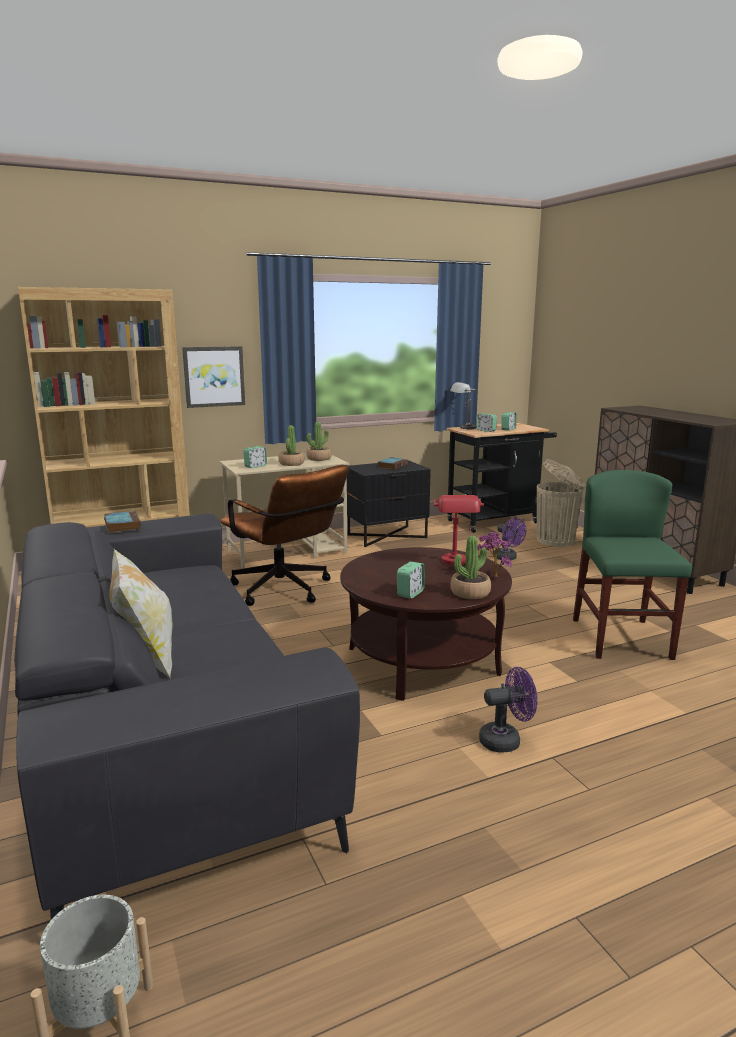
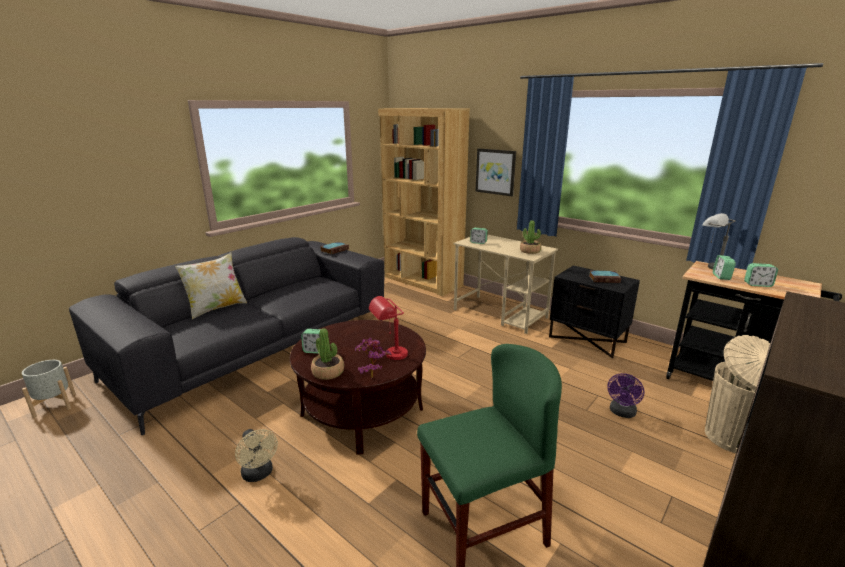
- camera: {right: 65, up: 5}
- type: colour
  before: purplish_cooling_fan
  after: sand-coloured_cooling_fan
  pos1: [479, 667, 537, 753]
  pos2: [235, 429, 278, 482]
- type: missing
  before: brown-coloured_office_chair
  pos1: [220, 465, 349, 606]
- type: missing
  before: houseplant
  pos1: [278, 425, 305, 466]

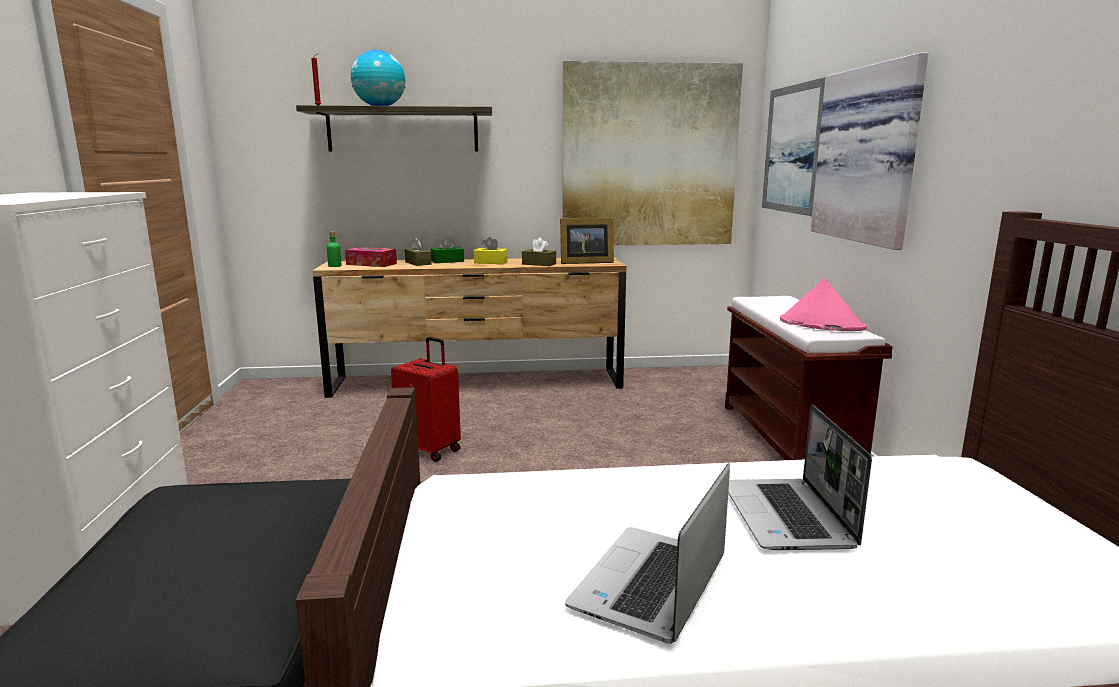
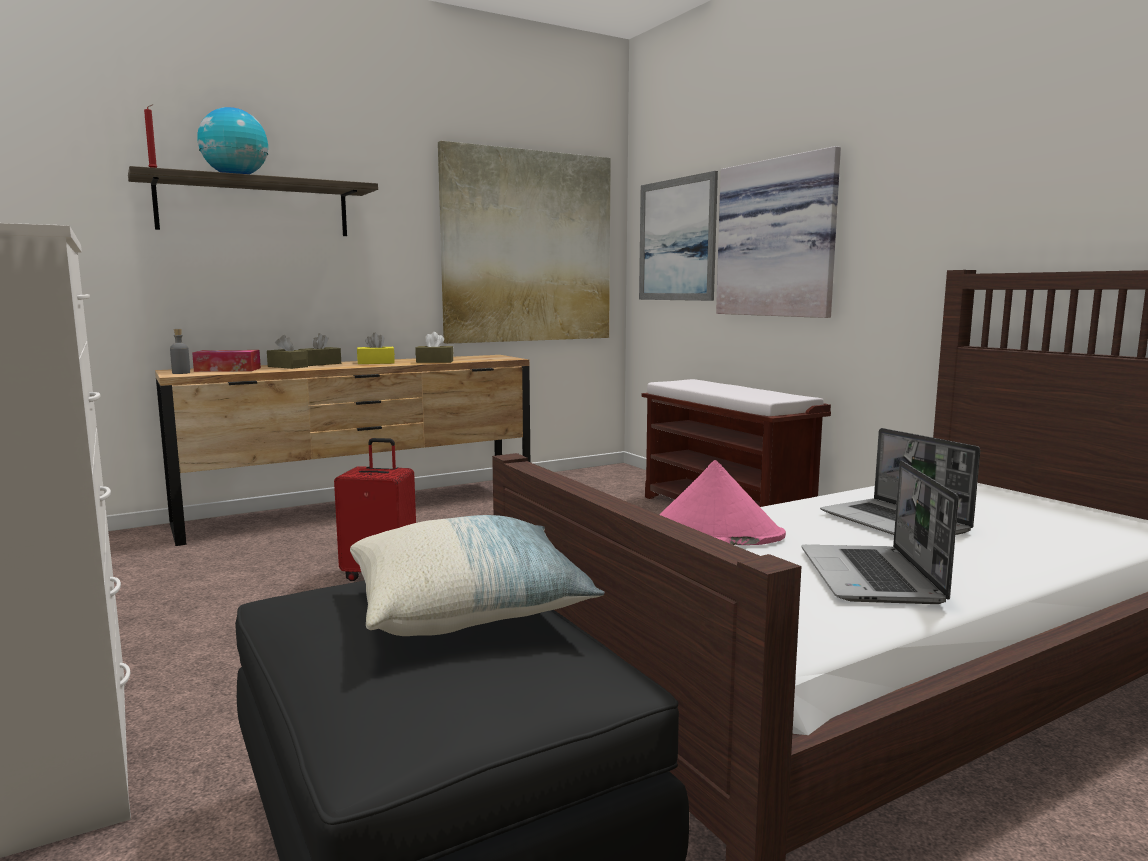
- camera: {right: -25, up: -5}
- type: colour
  before: green-coloured_bottle
  after: grey_bottle
  pos1: [327, 232, 342, 267]
  pos2: [170, 329, 190, 374]
- type: colour
  before: green-coloured_tissue_box
  after: brown-coloured_tissue_box
  pos1: [431, 236, 464, 263]
  pos2: [298, 333, 341, 366]
- type: appeared
  after: pillow
  pos2: [350, 515, 605, 636]
- type: relocated
  before: pink_clothing_hat
  pos1: [780, 278, 867, 331]
  pos2: [660, 460, 786, 545]
- type: missing
  before: standing_frame
  pos1: [560, 218, 614, 264]

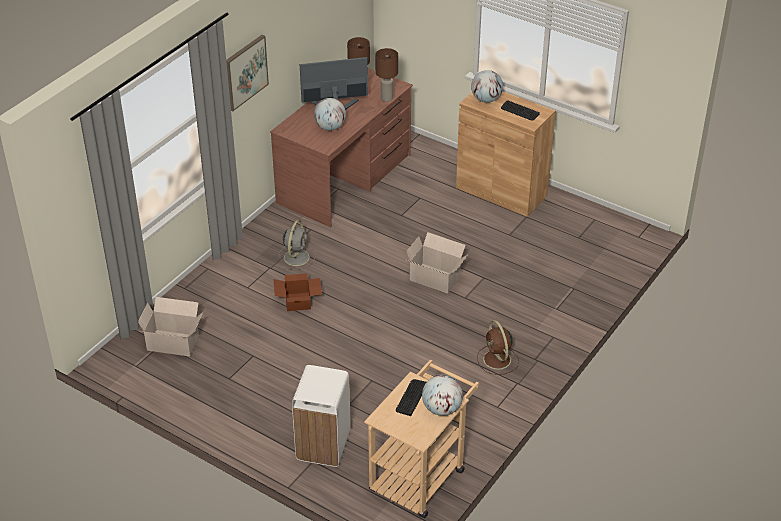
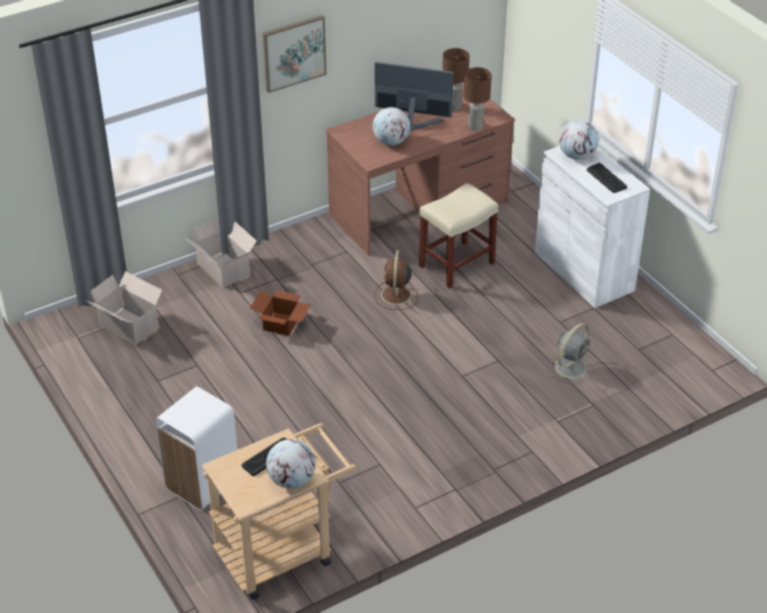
- camera: {right: 25, up: 0}
- type: relocated
  before: carton
  pos1: [406, 232, 467, 294]
  pos2: [186, 218, 257, 288]
- type: relocated
  before: brown-coloured_cooling_fan
  pos1: [477, 320, 519, 375]
  pos2: [375, 251, 418, 310]
- type: appeared
  after: sand-coloured_stool_seat
  pos2: [419, 183, 498, 289]
- type: colour
  before: brown-coloured_cupboard
  after: white-coloured_cupboard
  pos1: [456, 91, 556, 217]
  pos2: [535, 146, 650, 308]
- type: relocated
  before: grey_cooling_fan
  pos1: [279, 220, 315, 270]
  pos2: [550, 323, 595, 384]

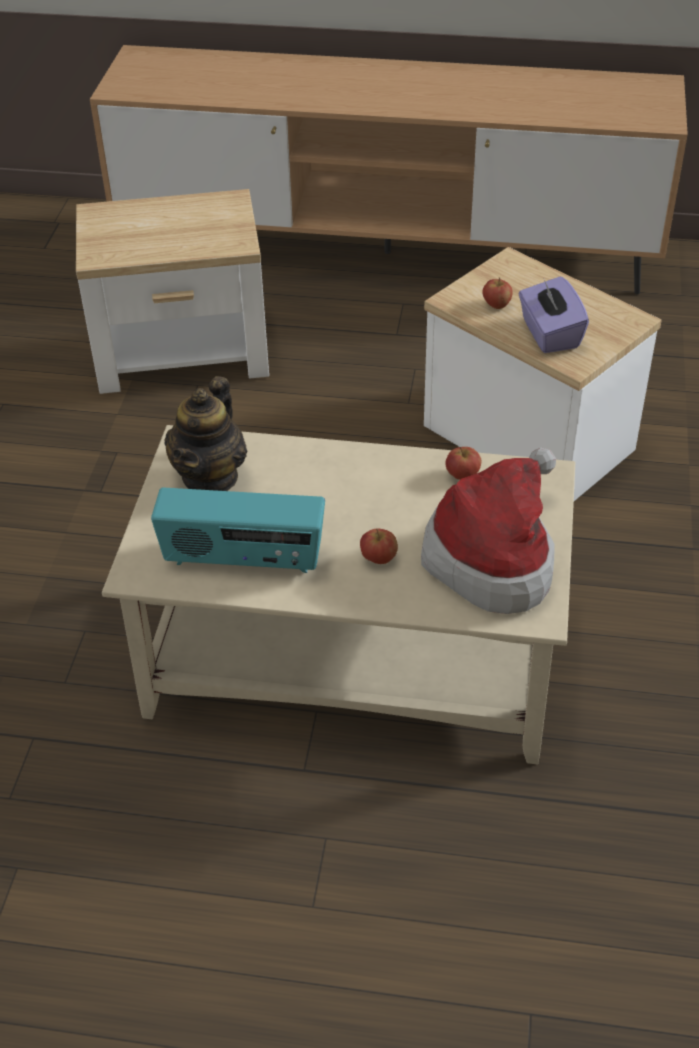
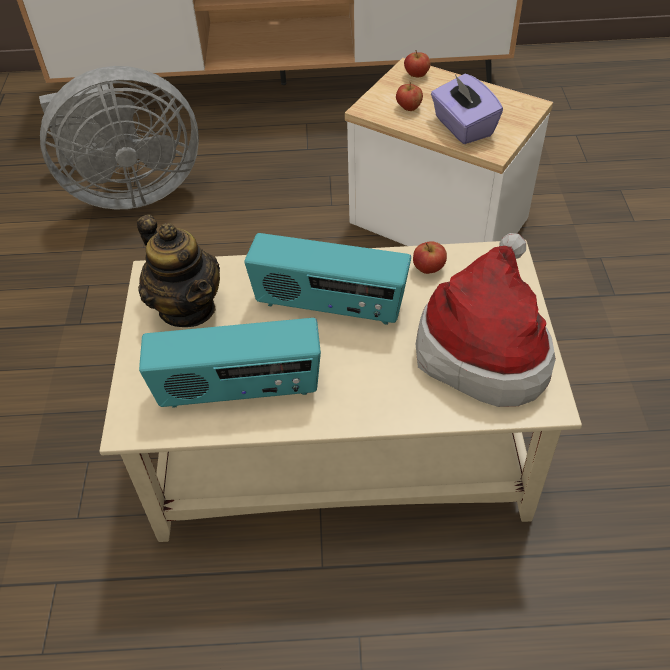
- camera: {right: -10, up: 5}
- type: exchanged
  before: accent_table
  after: grey_cooling_fan
  pos1: [76, 189, 269, 394]
  pos2: [39, 66, 199, 210]
- type: spun
  before: teapot
  pos1: [164, 376, 247, 491]
  pos2: [137, 214, 220, 327]
  turn: -45
- type: appeared
  after: radio_receiver
  pos2: [245, 233, 411, 325]
- type: relocated
  before: apple_fruit
  pos1: [360, 529, 398, 564]
  pos2: [404, 51, 431, 77]

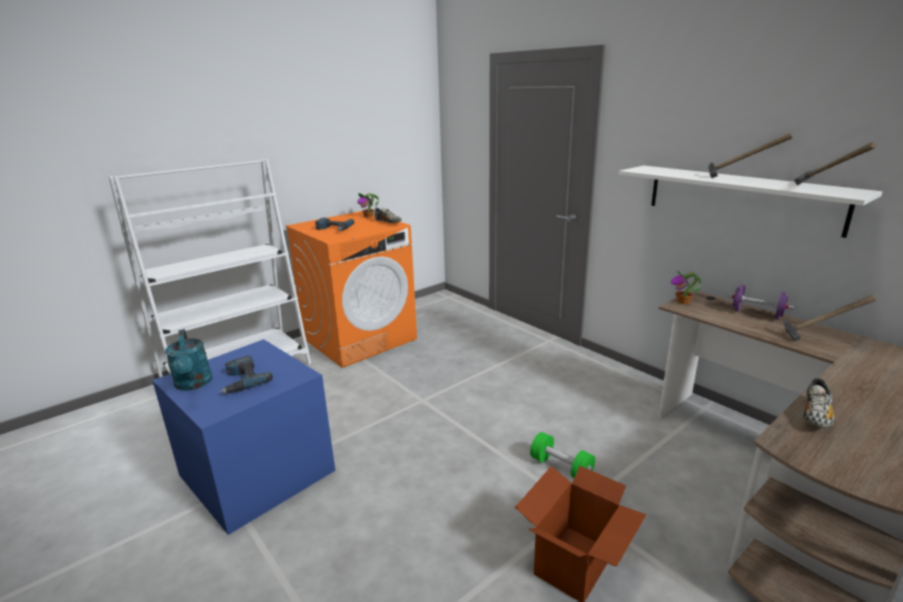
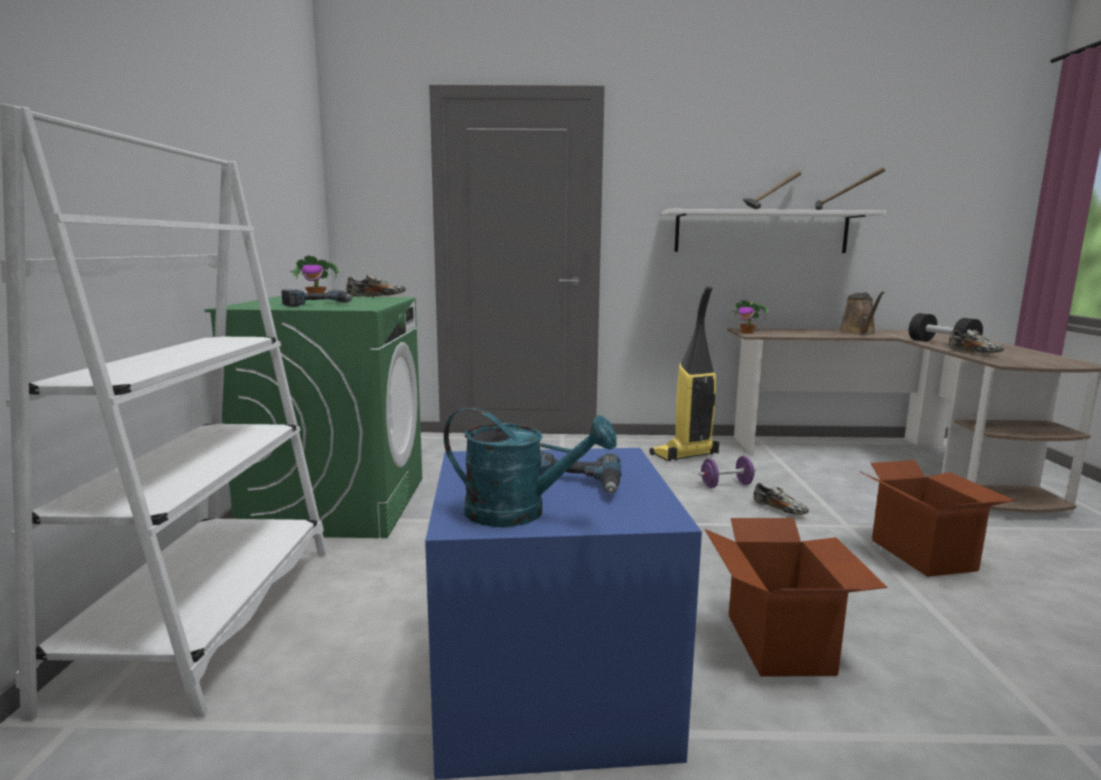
- camera: {right: -50, up: -10}
- type: colour
  before: orange_washing_machine
  after: green-coloured_washing_machine
  pos1: [286, 211, 417, 368]
  pos2: [204, 296, 422, 538]
- type: appeared
  after: hoover
  pos2: [649, 286, 719, 461]
- type: relocated
  before: purplish_dumbbell
  pos1: [728, 285, 794, 319]
  pos2: [699, 456, 756, 488]
- type: appeared
  after: carton
  pos2: [704, 518, 887, 677]
- type: exchanged
  before: green-coloured_dumbbell
  after: low_shoe
  pos1: [530, 432, 595, 478]
  pos2: [753, 483, 809, 515]
- type: exchanged
  before: hand_hammer
  after: brown-coloured_watering_pot
  pos1: [783, 295, 876, 341]
  pos2: [839, 291, 885, 335]
- type: appeared
  after: black-coloured_dumbbell
  pos2: [909, 313, 983, 342]

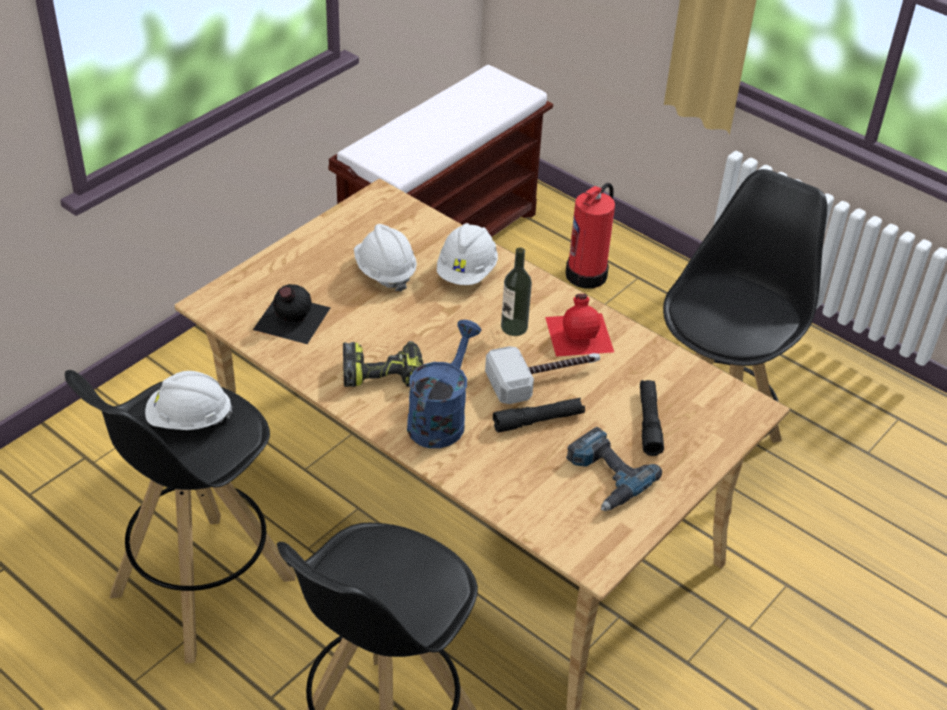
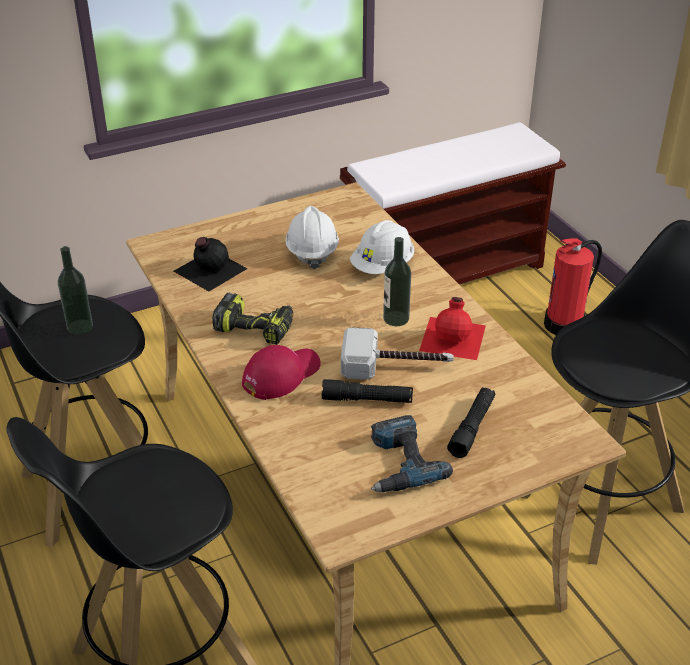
- camera: {right: 25, up: -5}
- type: exchanged
  before: white-coloured_work_helmet
  after: bottle
  pos1: [145, 371, 233, 430]
  pos2: [58, 246, 93, 335]
- type: exchanged
  before: blue_watering_pot
  after: red_baseball_cap
  pos1: [407, 320, 481, 448]
  pos2: [242, 345, 321, 400]

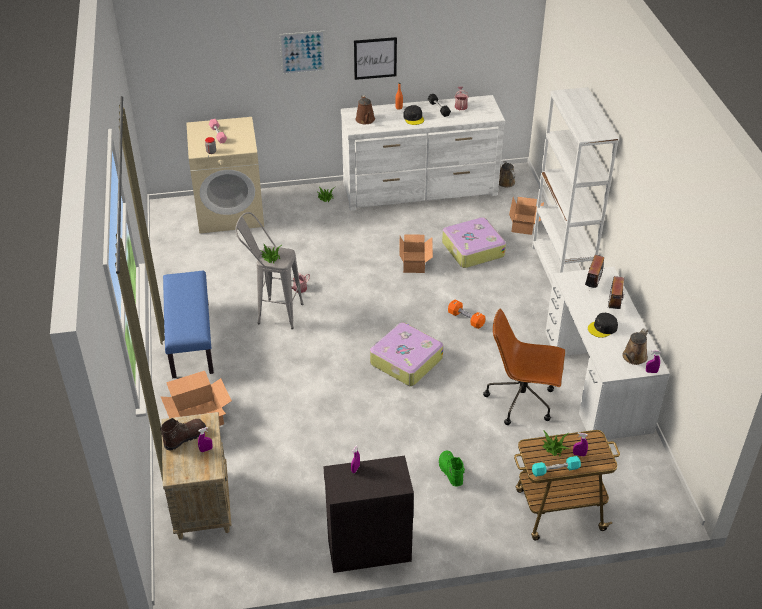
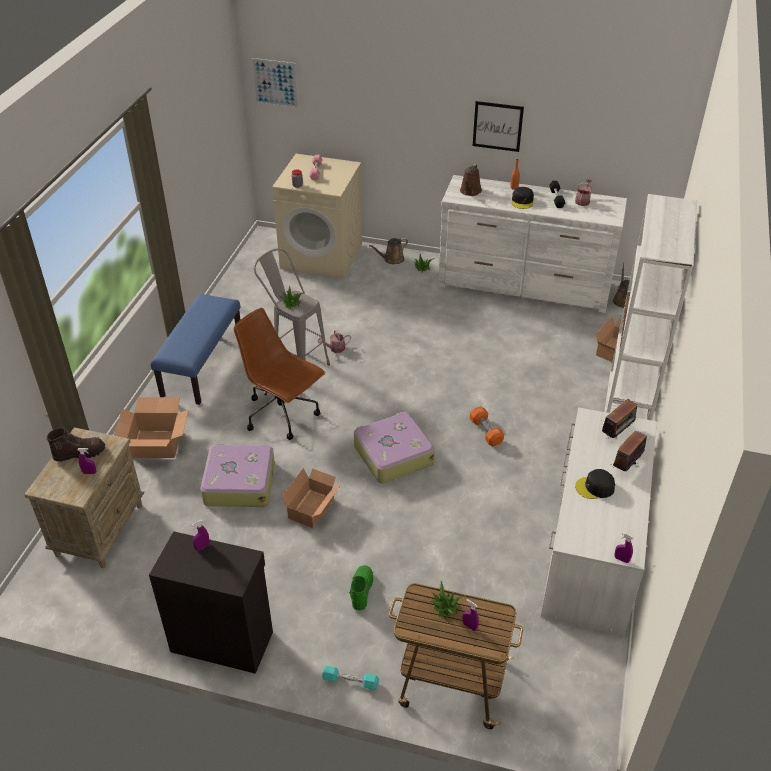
- camera: {right: 25, up: 0}
- type: relocated
  before: travel_case
  pos1: [442, 217, 506, 268]
  pos2: [200, 444, 275, 507]
- type: relocated
  before: brown-coloured_office_chair
  pos1: [483, 309, 565, 425]
  pos2: [234, 308, 325, 440]
- type: relocated
  before: picture
  pos1: [279, 31, 326, 75]
  pos2: [251, 58, 299, 109]
- type: relocated
  before: carton
  pos1: [399, 234, 433, 273]
  pos2: [281, 468, 341, 528]
- type: relocated
  before: turquoise-coloured_dumbbell
  pos1: [532, 456, 581, 477]
  pos2: [322, 666, 379, 690]
- type: relocated
  before: brown-coloured_watering_pot
  pos1: [622, 328, 648, 365]
  pos2: [369, 238, 408, 264]

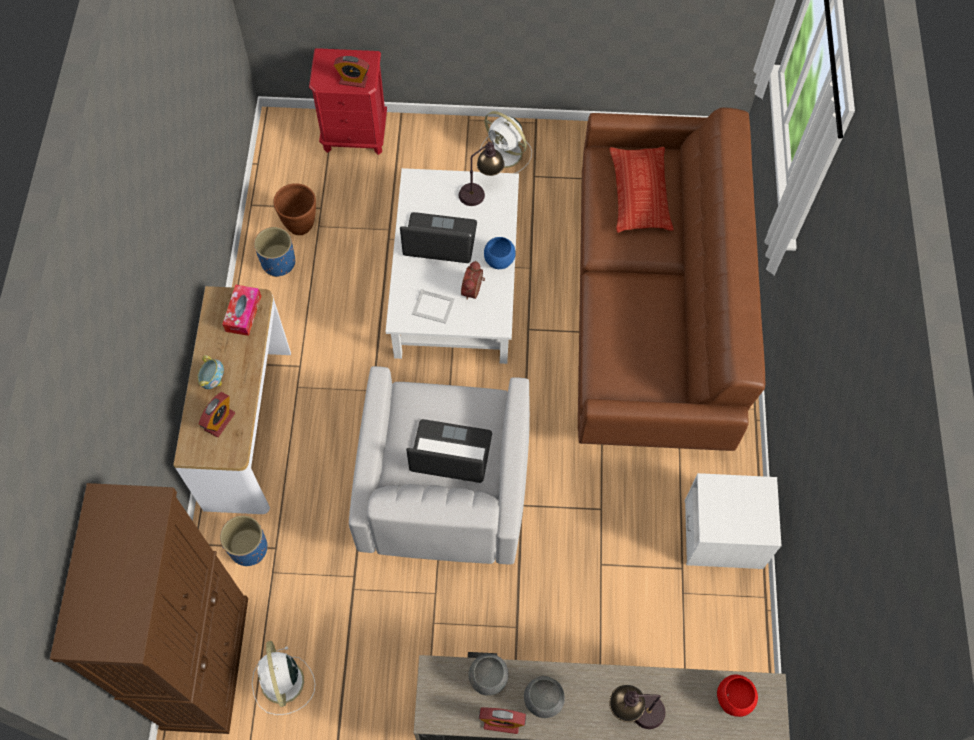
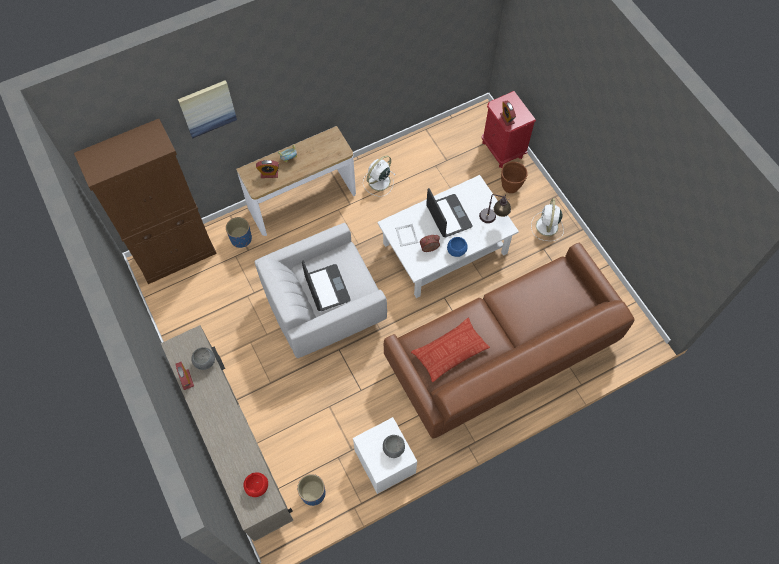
- camera: {right: 60, up: 0}
- type: appeared
  after: picture
  pos2: [178, 80, 237, 138]
- type: relocated
  before: blue_plant_pot
  pos1: [254, 227, 295, 277]
  pos2: [297, 474, 326, 506]
- type: relocated
  before: white-coloured_cooling_fan
  pos1: [252, 641, 315, 715]
  pos2: [363, 156, 395, 197]
- type: relocated
  before: grey_bowl
  pos1: [524, 676, 565, 718]
  pos2: [383, 435, 405, 458]
- type: relocated
  before: pillow
  pos1: [609, 147, 674, 233]
  pos2: [411, 318, 490, 382]
- type: relocated
  before: brown-coloured_plant_pot
  pos1: [273, 183, 316, 235]
  pos2: [501, 162, 528, 193]
- type: missing
  before: tissue_box
  pos1: [222, 284, 261, 336]
- type: missing
  before: table_lamp
  pos1: [609, 685, 665, 729]

